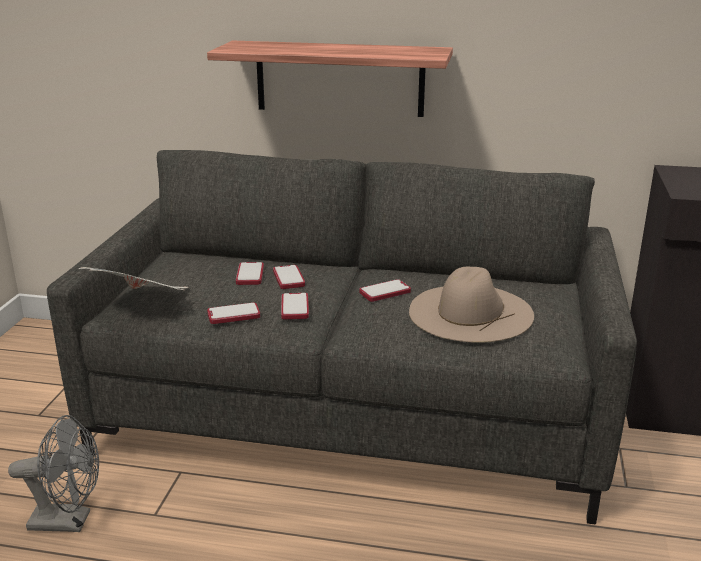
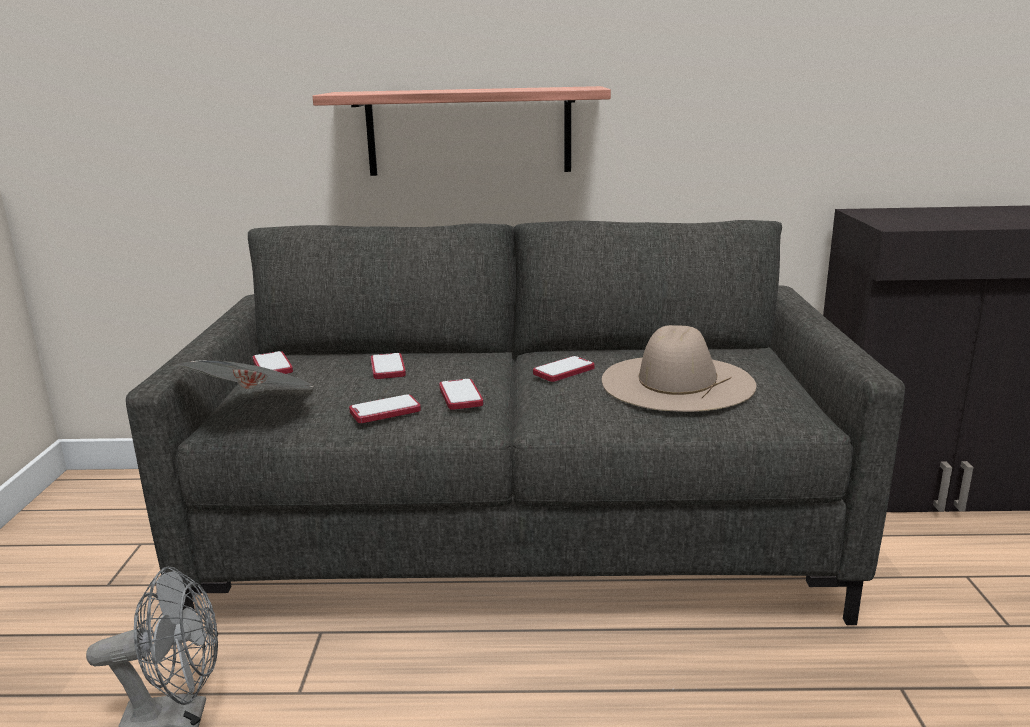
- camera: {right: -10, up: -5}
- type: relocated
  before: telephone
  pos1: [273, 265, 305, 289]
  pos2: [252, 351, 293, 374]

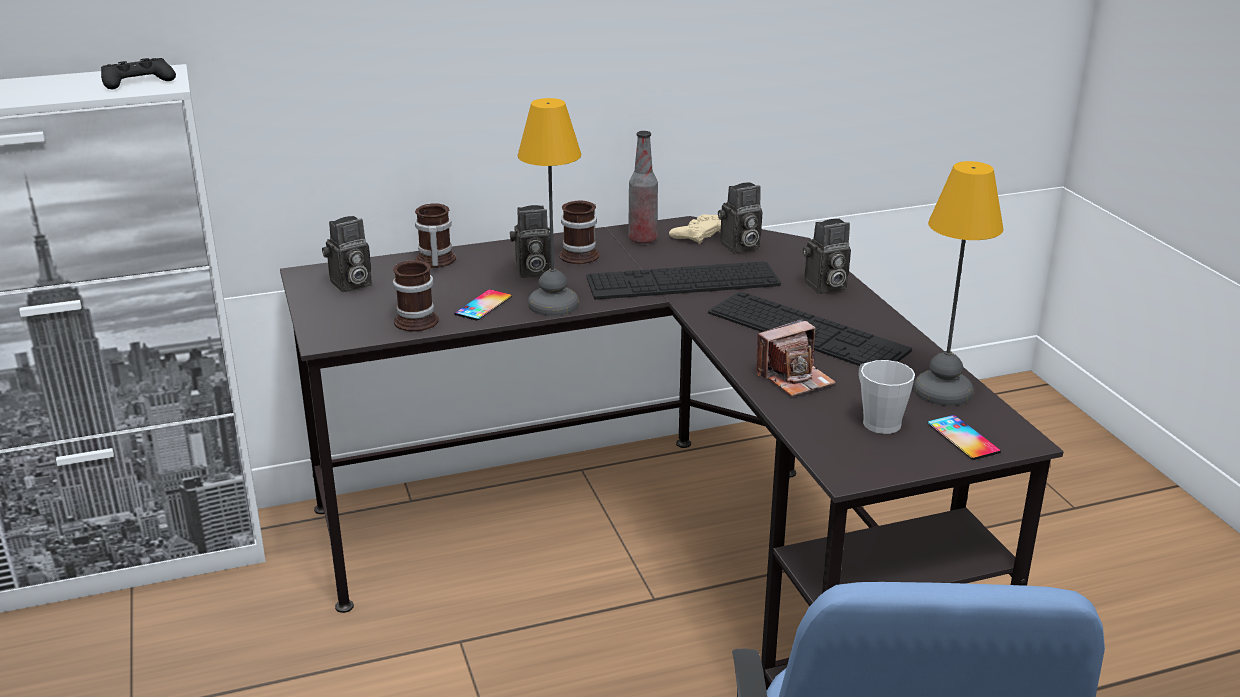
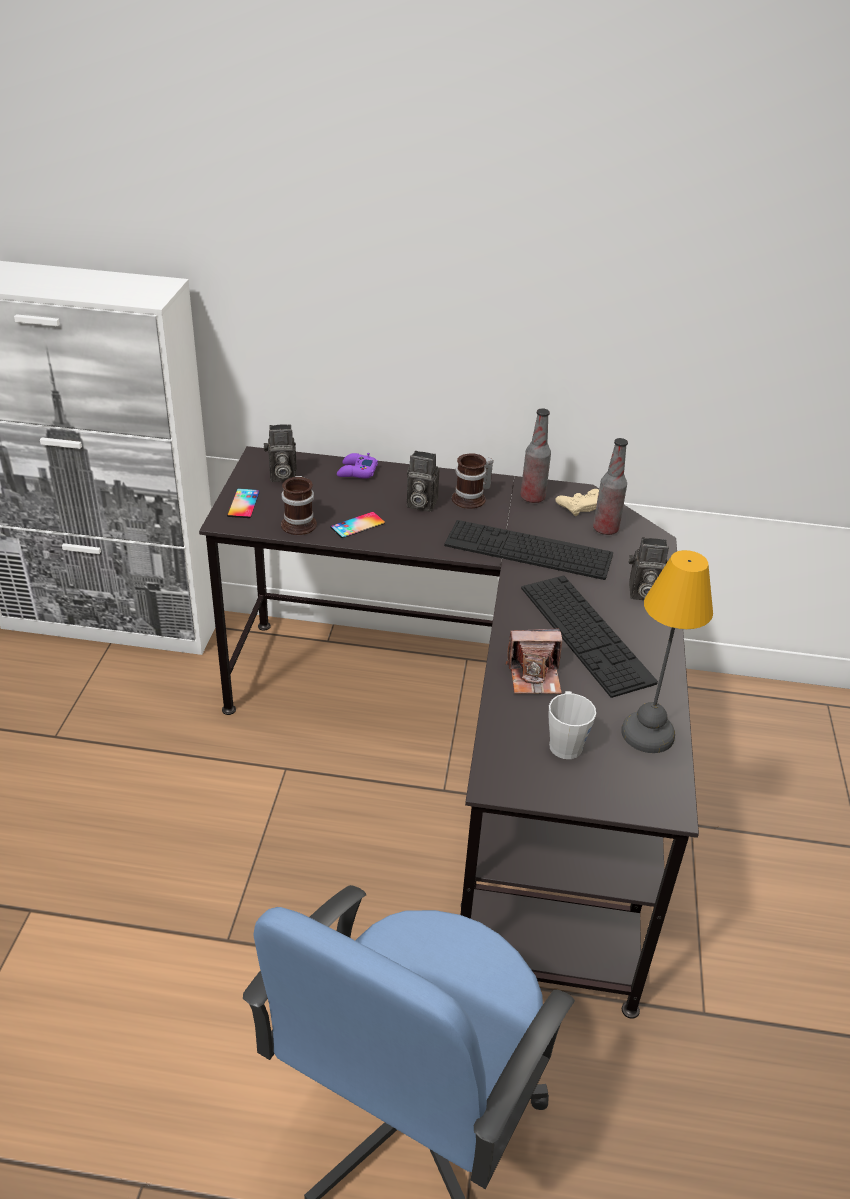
- camera: {right: 25, up: 10}
- type: relocated
  before: telephone
  pos1: [928, 415, 1001, 460]
  pos2: [227, 488, 260, 518]
- type: exchanged
  before: coffee_mug
  after: purplish_joypad
  pos1: [415, 203, 456, 268]
  pos2: [337, 453, 378, 479]
- type: exchanged
  before: photo_camera
  after: bottle
  pos1: [718, 182, 762, 253]
  pos2: [593, 438, 628, 535]
- type: missing
  before: black-coloured_joypad
  pos1: [101, 58, 176, 90]
- type: missing
  before: table_lamp
  pos1: [518, 98, 581, 316]

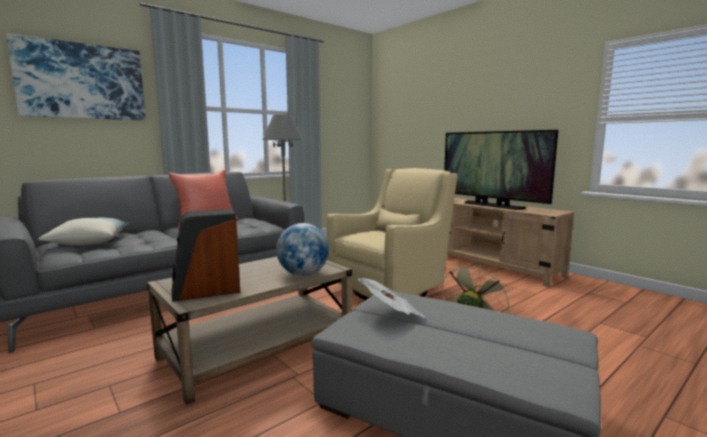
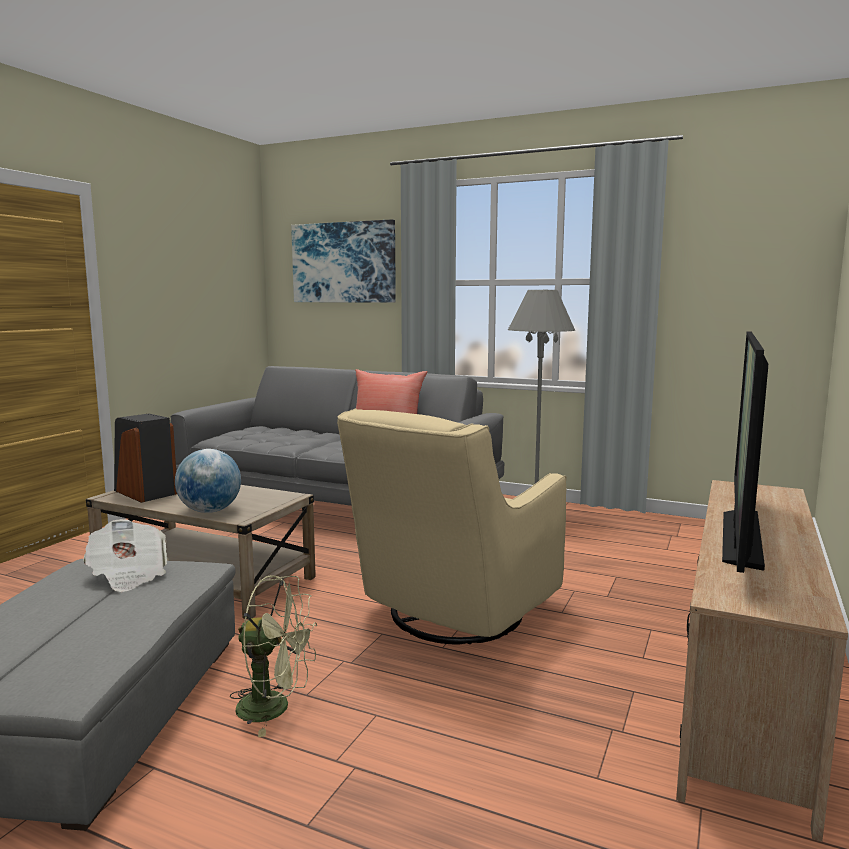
- camera: {right: 65, up: 0}
- type: spun
  before: sand-coloured_armchair
  pos1: [326, 168, 458, 300]
  pos2: [337, 409, 567, 645]
  turn: 105
- type: missing
  before: pillow
  pos1: [38, 217, 129, 245]

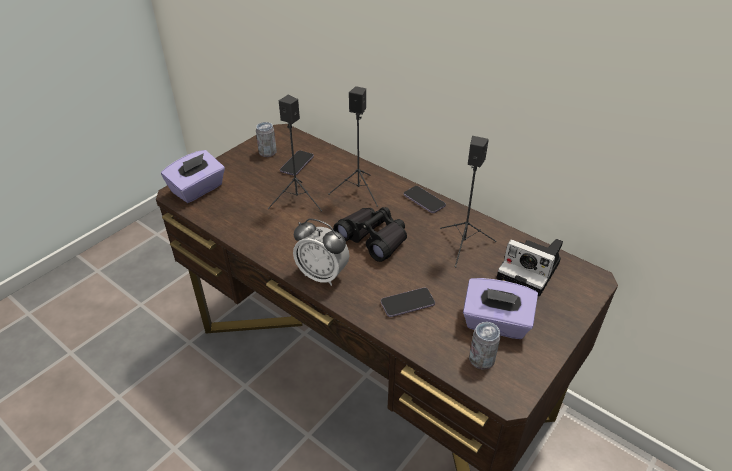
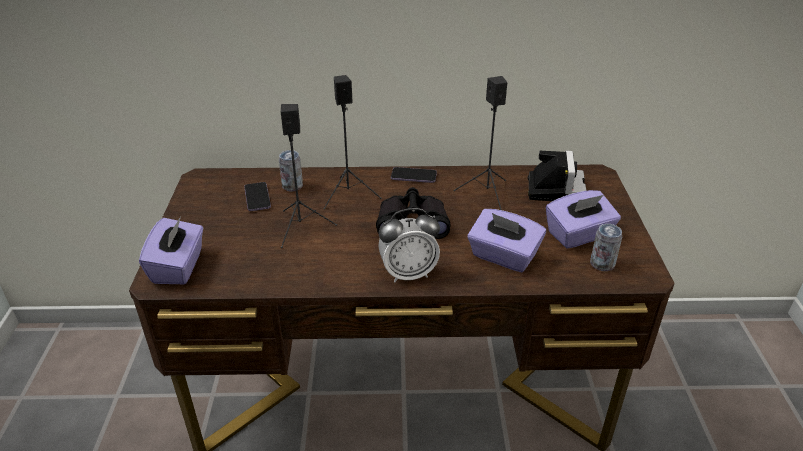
- camera: {right: -40, up: -5}
- type: relocated
  before: can
  pos1: [256, 122, 277, 157]
  pos2: [279, 150, 303, 192]
- type: exchanged
  before: telephone
  after: purplish_tissue_box
  pos1: [381, 288, 435, 317]
  pos2: [467, 209, 546, 272]
- type: spun
  before: photo_camera
  pos1: [497, 239, 563, 297]
  pos2: [528, 150, 586, 201]
  turn: -75

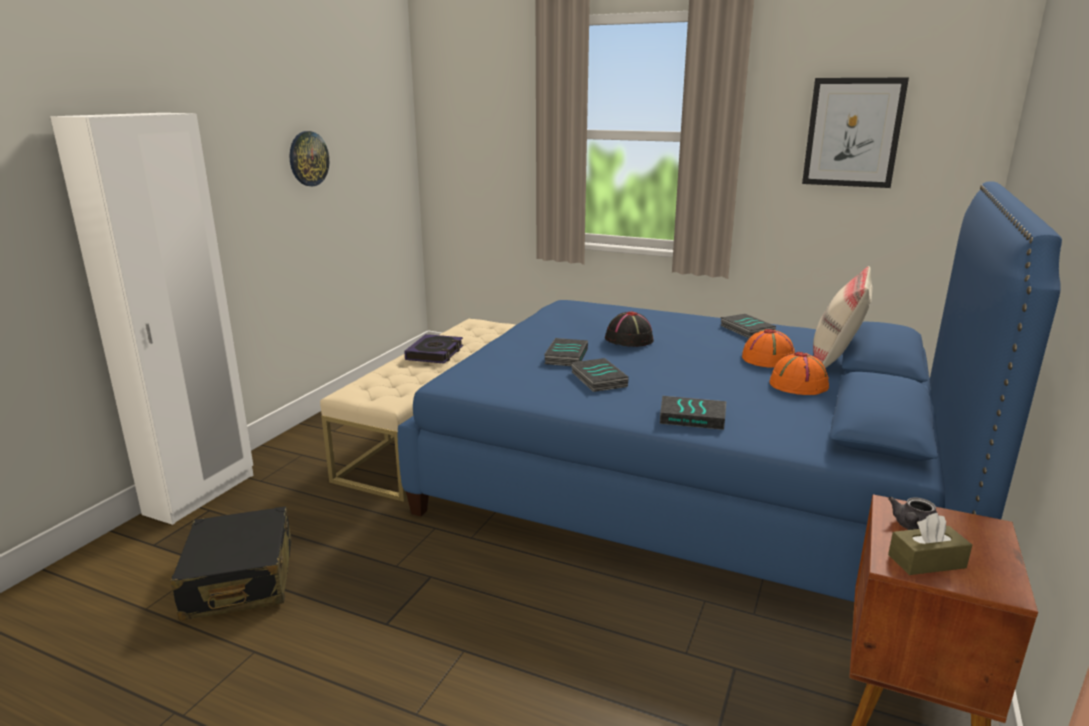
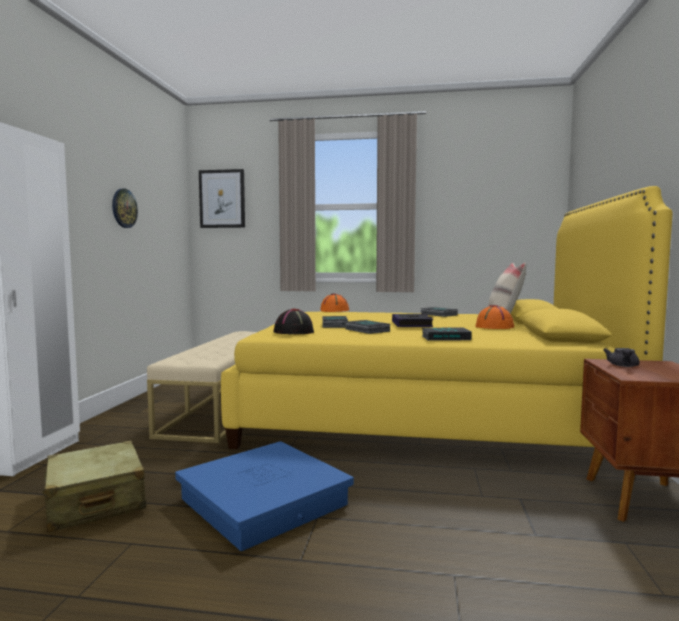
- camera: {right: -15, up: -15}
- type: colour
  before: black-coloured_travel_case
  after: sand-coloured_travel_case
  pos1: [170, 506, 292, 621]
  pos2: [42, 440, 146, 532]
- type: appeared
  after: blue_storage_bin
  pos2: [175, 441, 354, 551]
- type: relocated
  before: picture
  pos1: [802, 78, 909, 188]
  pos2: [199, 169, 245, 228]
- type: colour
  before: blue_bedroom_bed
  after: yellowish_bedroom_bed
  pos1: [398, 181, 1062, 602]
  pos2: [221, 186, 672, 449]
- type: relocated
  before: black-coloured_clothing_hat
  pos1: [605, 311, 654, 347]
  pos2: [273, 309, 314, 334]
- type: relocated
  before: orange_clothing_hat
  pos1: [742, 329, 795, 368]
  pos2: [320, 293, 349, 312]
- type: relocated
  before: book
  pos1: [405, 334, 463, 364]
  pos2: [392, 314, 433, 327]
- type: missing
  before: brown-coloured_tissue_box
  pos1: [888, 513, 972, 575]

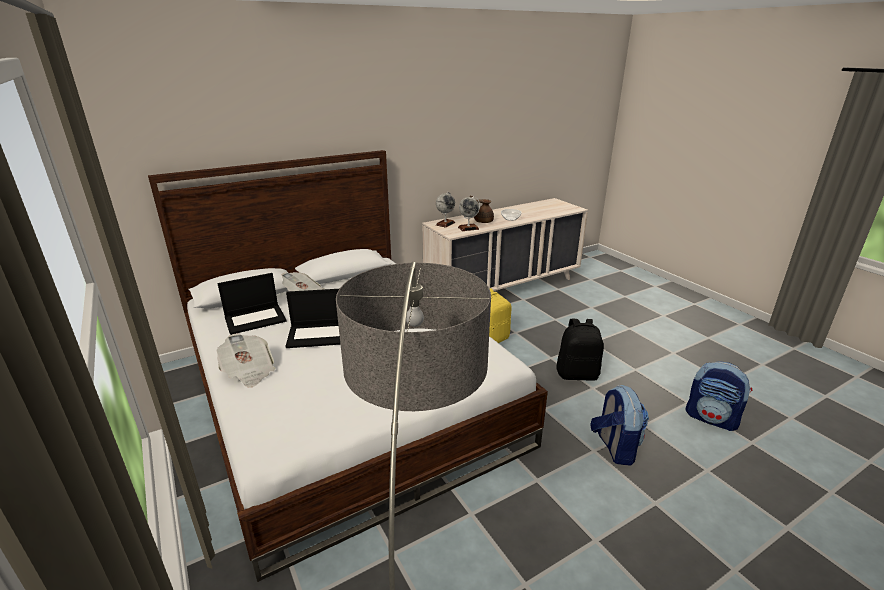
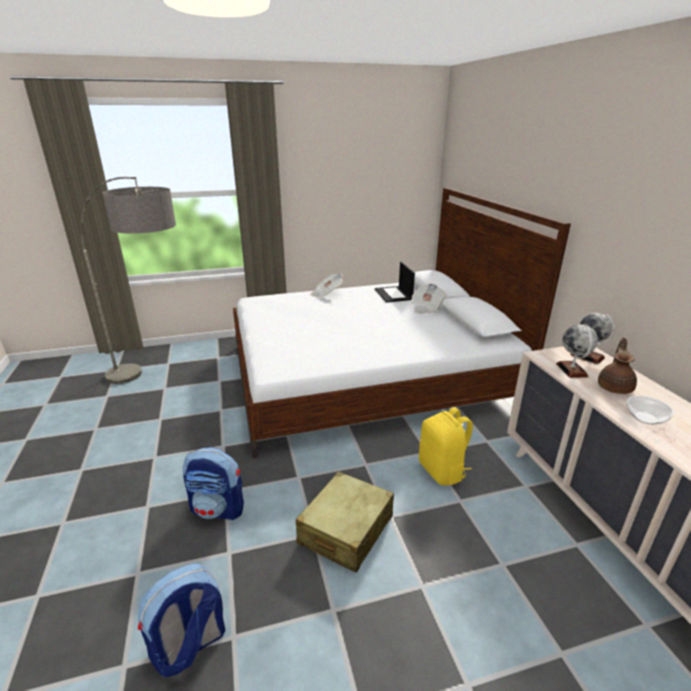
- camera: {right: 105, up: 0}
- type: exchanged
  before: black-coloured_rucksack
  after: sand-coloured_travel_case
  pos1: [556, 319, 604, 381]
  pos2: [296, 471, 394, 573]
- type: missing
  before: portable_computer
  pos1: [286, 289, 341, 348]

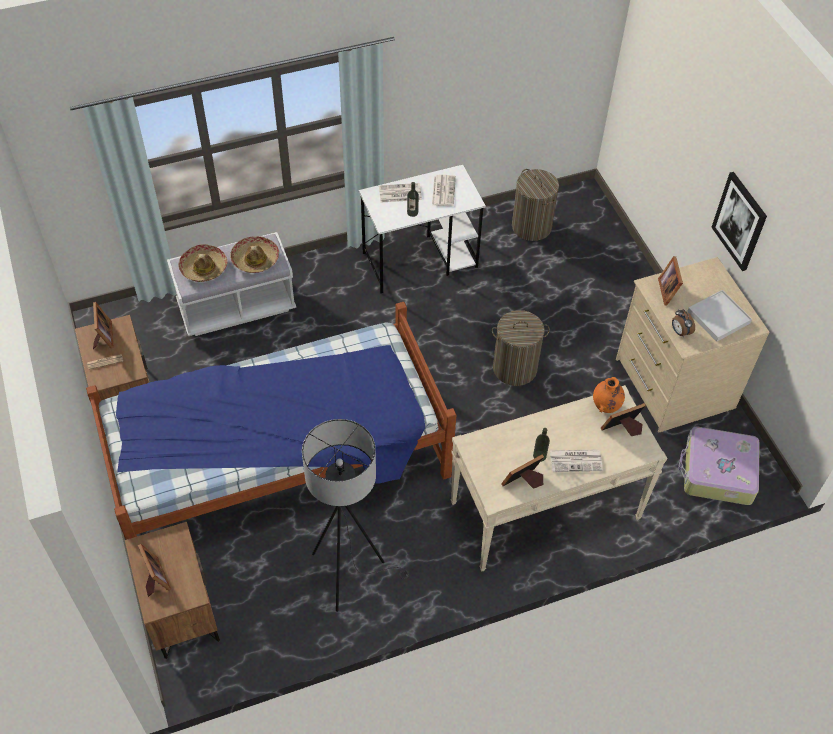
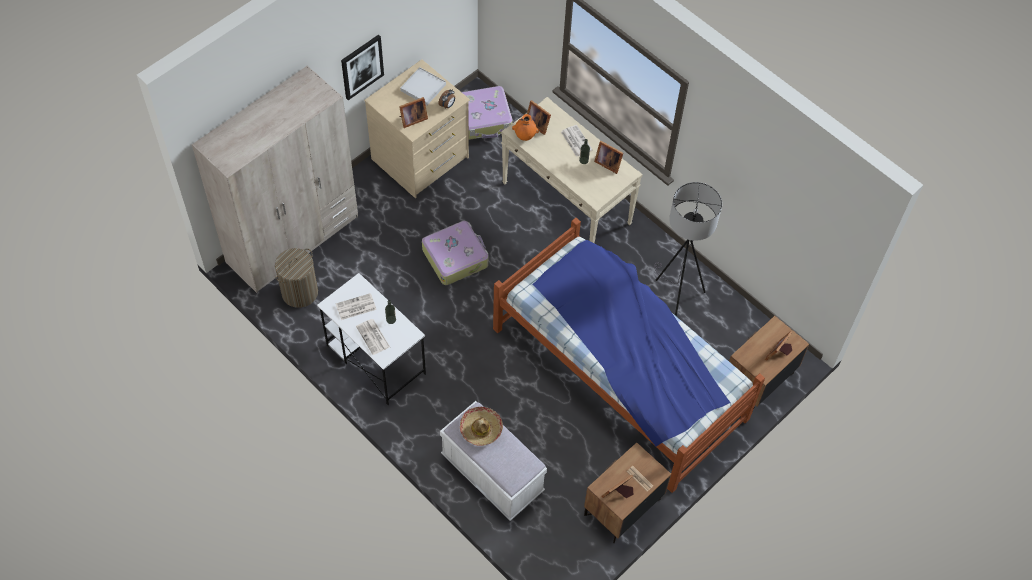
- camera: {right: -115, up: 5}
- type: appeared
  after: sand-coloured_wardrobe
  pos2: [192, 66, 358, 293]
- type: exchanged
  before: washing_basket
  after: travel_case
  pos1: [492, 310, 550, 386]
  pos2: [422, 221, 489, 285]
- type: missing
  before: clothing_hat
  pos1: [178, 244, 228, 282]

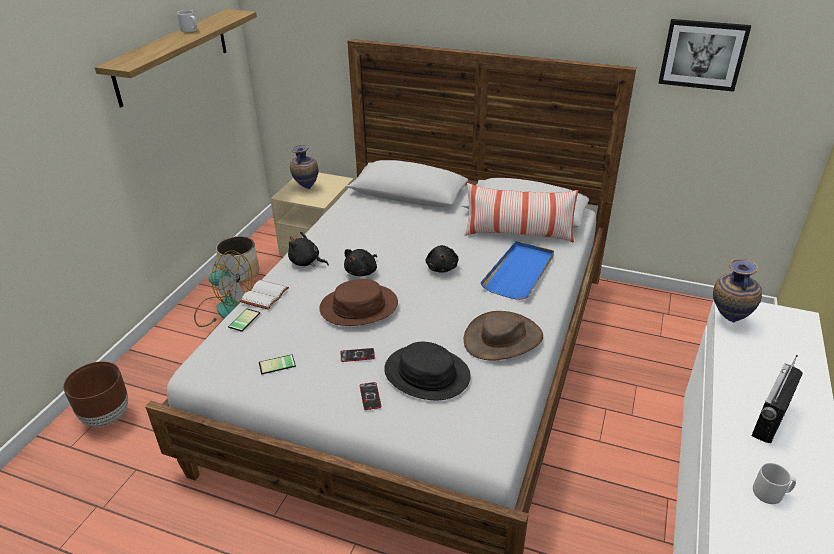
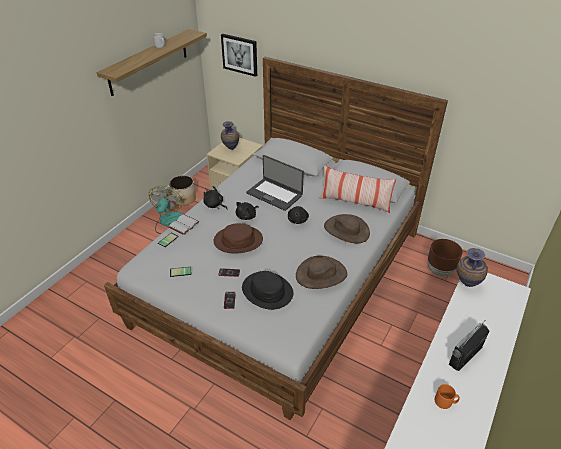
- camera: {right: 10, up: 5}
- type: spun
  before: cooling_fan
  pos1: [194, 250, 252, 327]
  pos2: [149, 186, 184, 234]
  turn: -105
- type: relocated
  before: picture
  pos1: [658, 19, 751, 92]
  pos2: [221, 34, 257, 77]
- type: appeared
  after: portable_computer
  pos2: [246, 155, 304, 211]
- type: exchanged
  before: blue_serving_tray
  after: brown-coloured_clothing_hat
  pos1: [480, 241, 554, 300]
  pos2: [324, 214, 370, 244]
- type: relocated
  before: brown-coloured_plant_pot
  pos1: [63, 361, 128, 427]
  pos2: [427, 239, 463, 276]
- type: colour
  before: grey_coffee_mug
  after: orange_coffee_mug
  pos1: [753, 463, 796, 504]
  pos2: [435, 384, 460, 409]

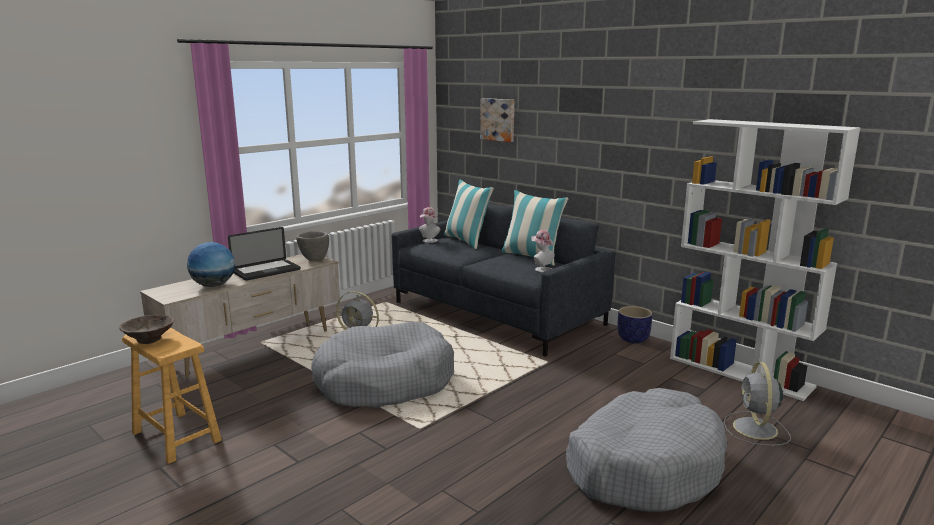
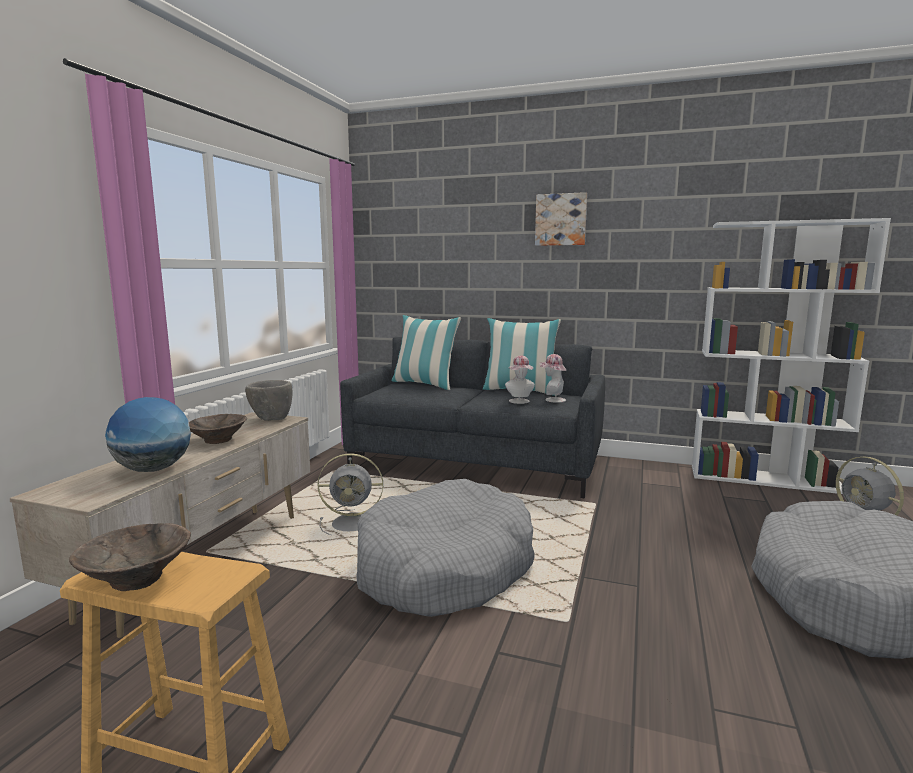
- camera: {right: -25, up: -5}
- type: exchanged
  before: portable_computer
  after: brown-coloured_bowl
  pos1: [228, 227, 300, 281]
  pos2: [189, 414, 247, 444]
- type: relocated
  before: clothing_hat
  pos1: [419, 207, 441, 243]
  pos2: [505, 355, 535, 404]
- type: relocated
  before: picture
  pos1: [480, 98, 514, 142]
  pos2: [535, 192, 587, 246]
- type: missing
  before: plant_pot
  pos1: [617, 306, 652, 343]

